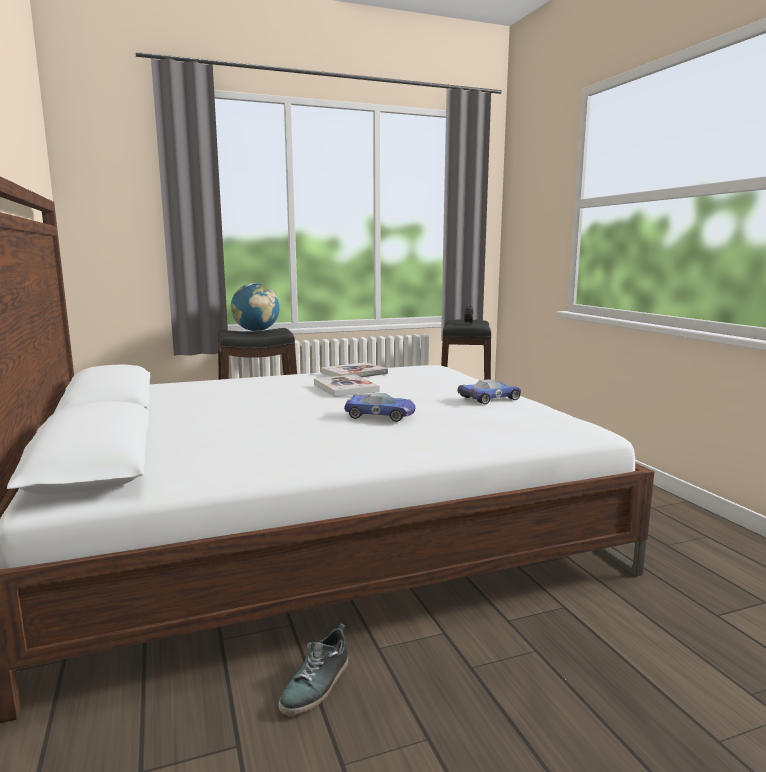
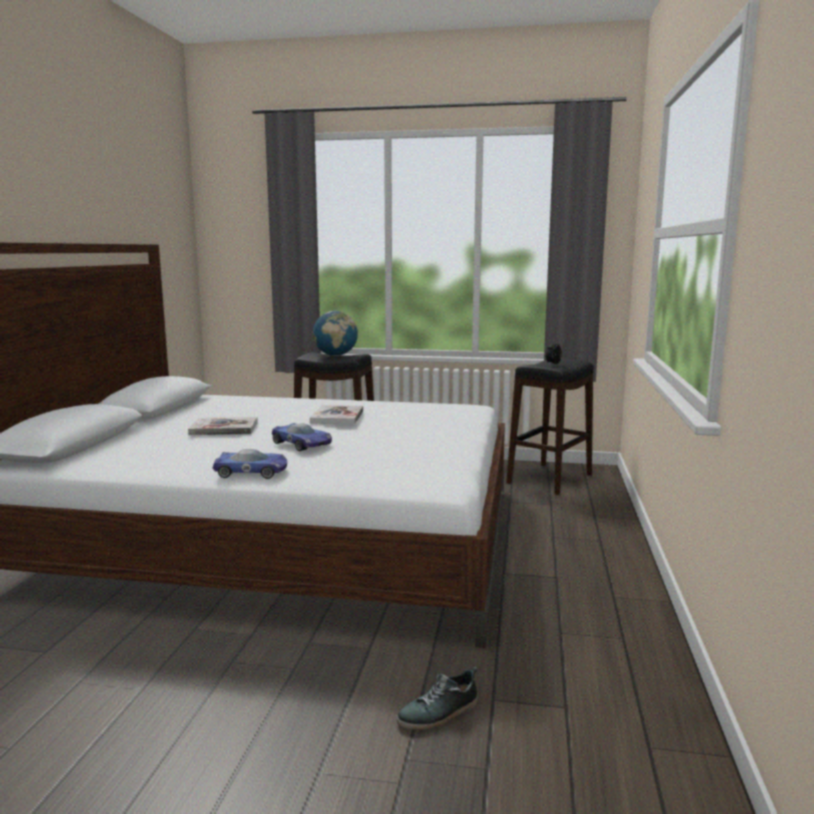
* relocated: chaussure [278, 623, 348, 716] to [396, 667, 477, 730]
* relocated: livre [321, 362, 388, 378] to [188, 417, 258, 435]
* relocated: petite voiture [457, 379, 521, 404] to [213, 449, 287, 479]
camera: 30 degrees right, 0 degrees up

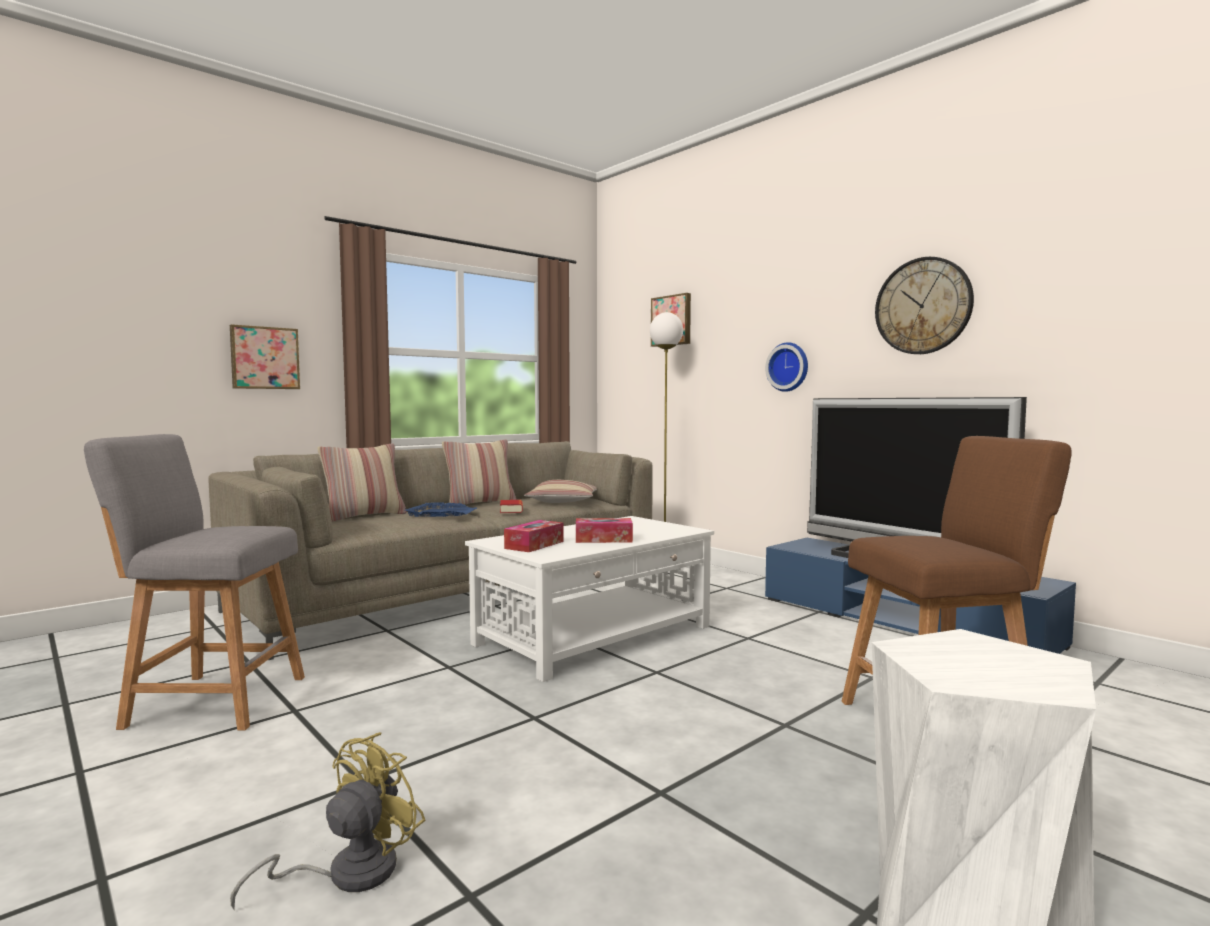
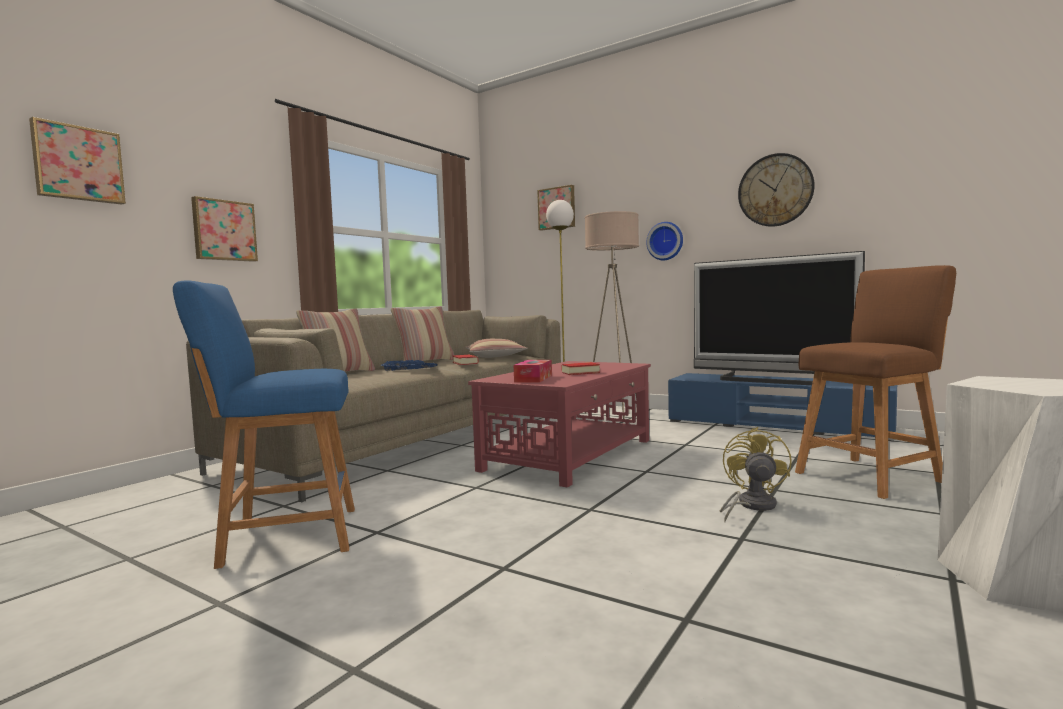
* appeared: tableau [29, 117, 126, 204]
* appeared: lampadaire (beige) [585, 211, 639, 419]
* relocated: ventilateur (jaune) [230, 732, 425, 911] to [720, 427, 792, 522]
* exchanged: boîte à mouchoirs [576, 518, 633, 543] to livre [562, 362, 600, 375]
* colour: tabouret (gris) [84, 434, 305, 731] to tabouret (bleu) [173, 280, 355, 569]
* colour: table basse (blanc) [465, 516, 714, 682] to table basse (rouge) [468, 361, 651, 488]
camera: 15 degrees left, 0 degrees up

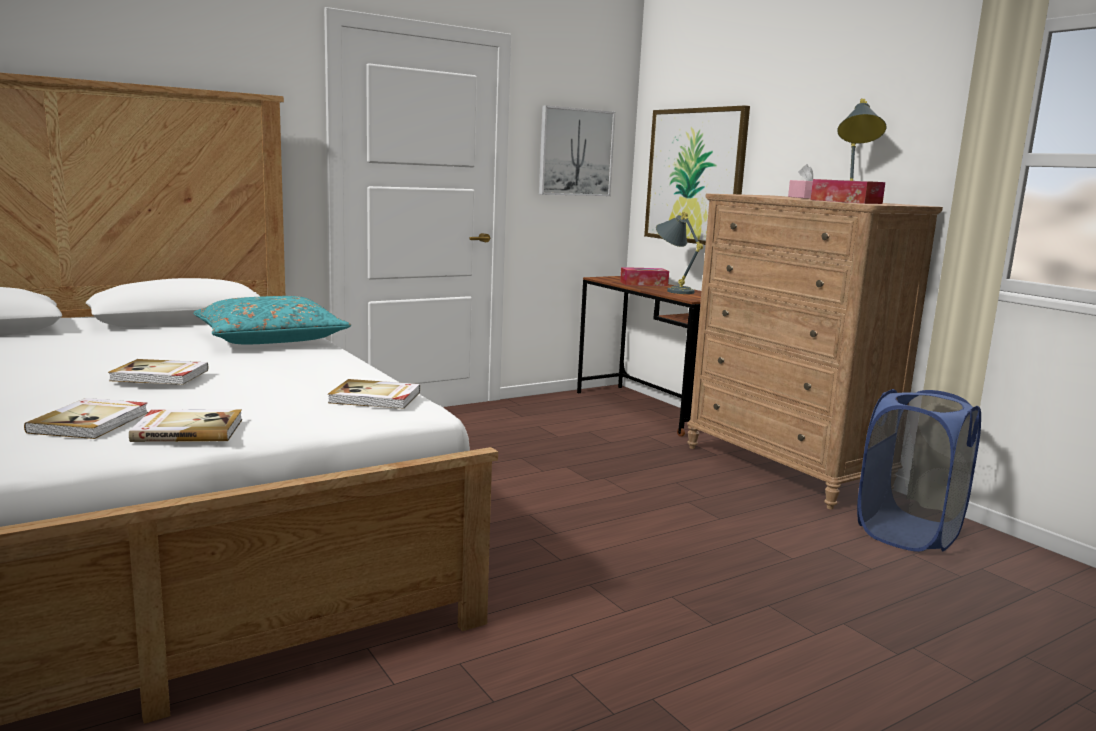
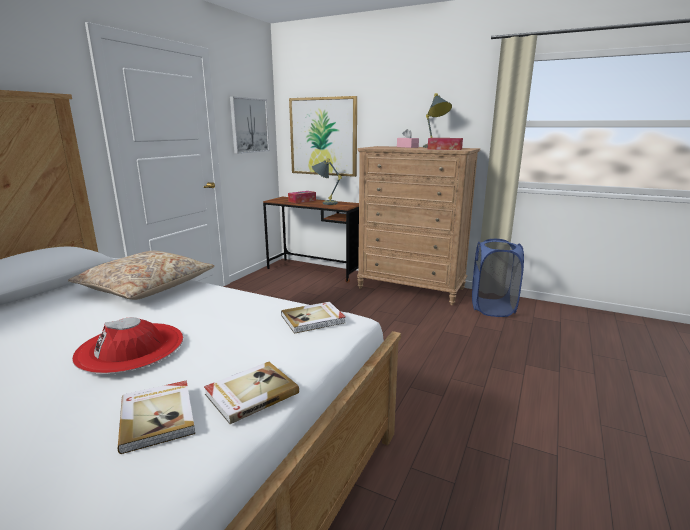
* exchanged: livre [108, 359, 208, 385] to chapeau (rouge) [72, 317, 183, 374]
* colour: coussin (turquoise) [193, 296, 351, 345] to coussin (beige) [68, 251, 214, 300]
camera: 30 degrees left, 5 degrees up

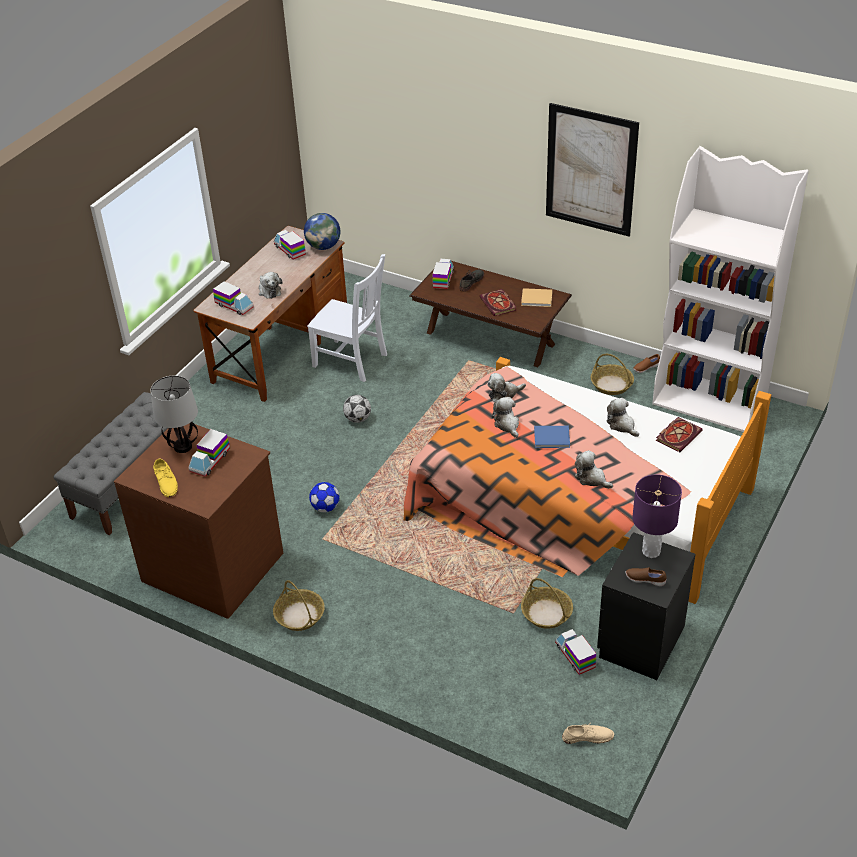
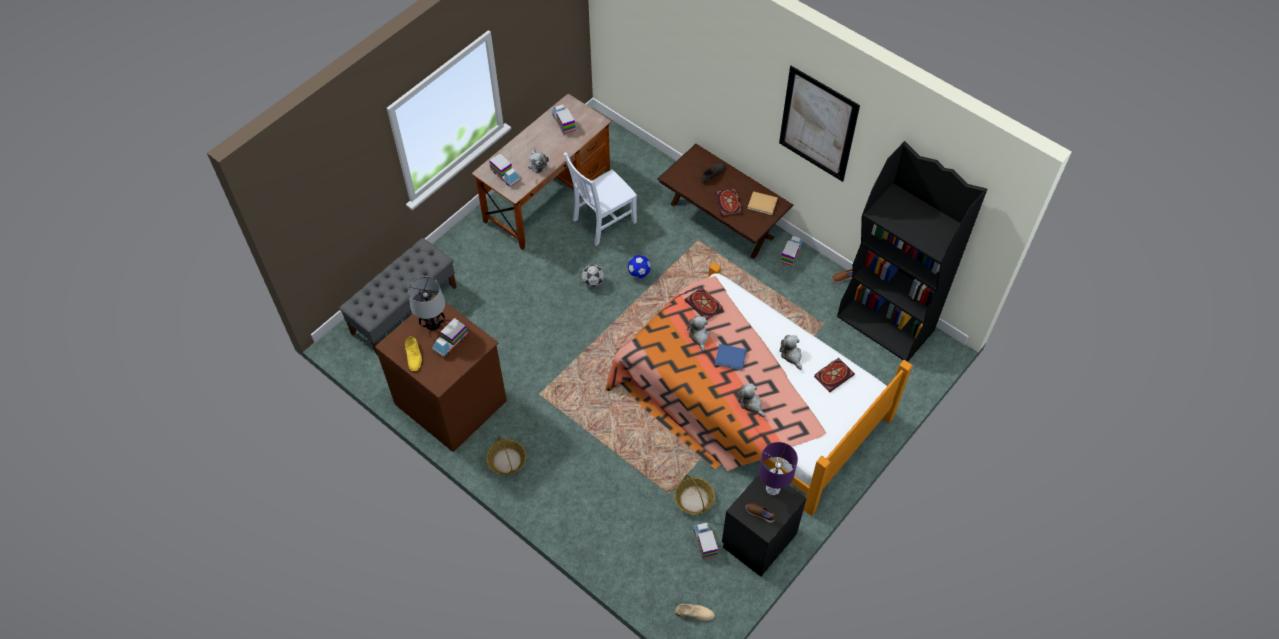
* missing: globe [304, 213, 341, 250]
* missing: panier [591, 354, 634, 395]
* relocated: ballon de foot [309, 482, 340, 512] to [628, 255, 651, 278]
* relocated: camion jouet [433, 259, 454, 289] to [781, 236, 803, 266]
* exchanged: peluche [487, 373, 526, 403] to livre [685, 287, 723, 320]
* colour: bibliothèque (blanc) [652, 146, 809, 432] to bibliothèque (noir) [837, 141, 987, 362]
* spun: chaise (blanc) [307, 254, 387, 382] = [564, 153, 637, 246] 105 degrees clockwise
camera: 10 degrees right, 15 degrees up

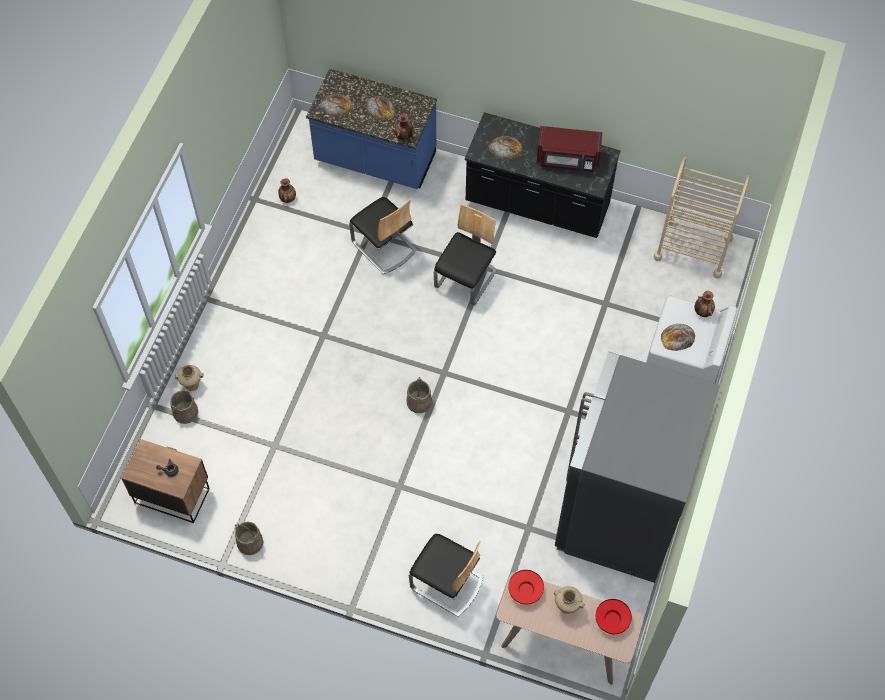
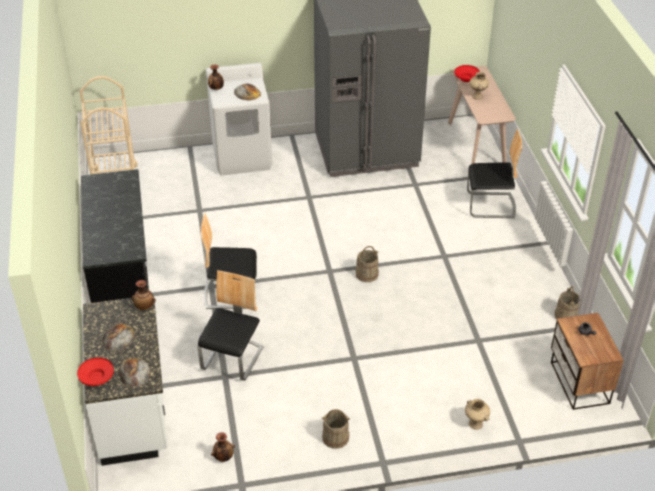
* missing: pain [489, 136, 522, 159]
* missing: micro-ondes (rouge) [537, 126, 602, 172]
* relocated: seau (beige) [170, 389, 198, 424] to [322, 409, 350, 449]
* relocated: bol (rouge) [508, 570, 544, 605] to [77, 357, 114, 386]
* colour: comptoir de cuisine (bleu) [306, 69, 437, 189] to comptoir de cuisine (blanc) [83, 295, 167, 466]
* spun: chaise [409, 534, 484, 617] = [467, 129, 522, 218] 90 degrees clockwise
camera: 120 degrees left, 20 degrees down

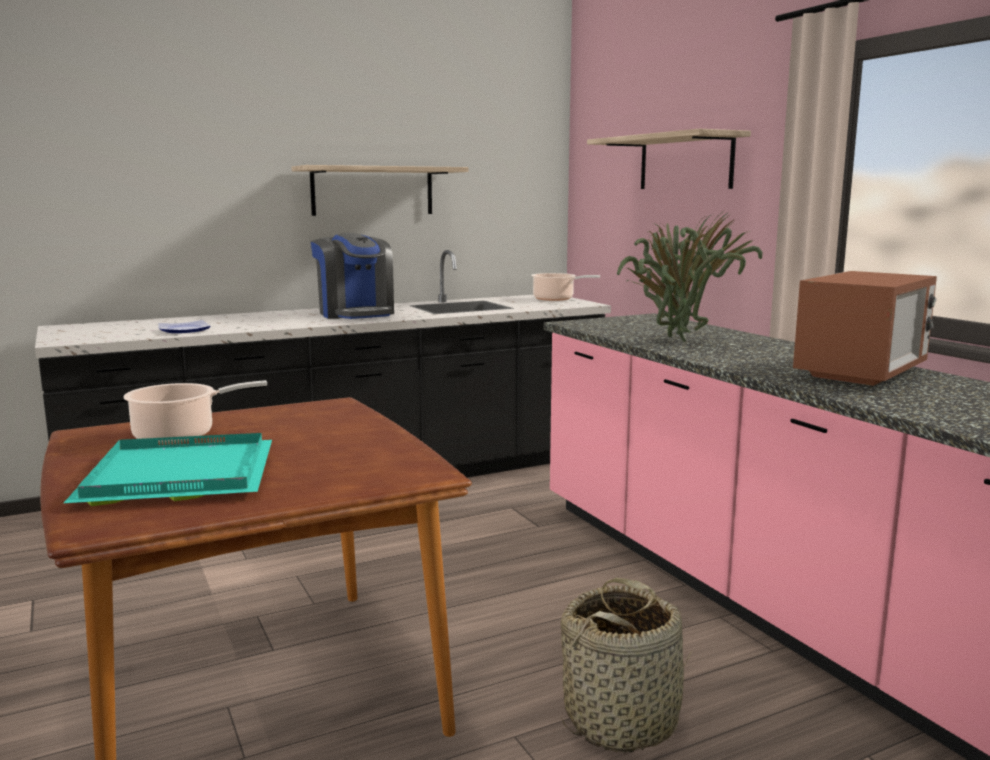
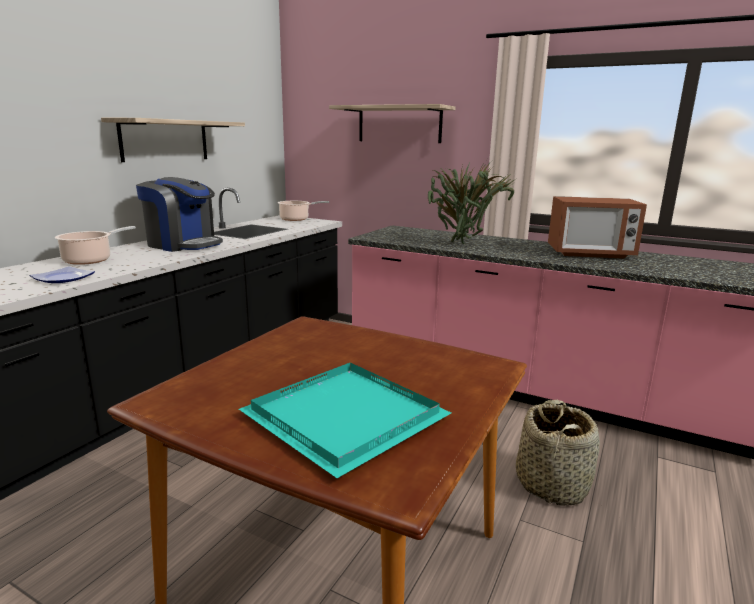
* relocated: marmite [123, 380, 267, 444] to [55, 226, 136, 265]
* spun: micro-ondes [793, 271, 937, 386] = [548, 196, 647, 259] 90 degrees clockwise
camera: 35 degrees left, 5 degrees up

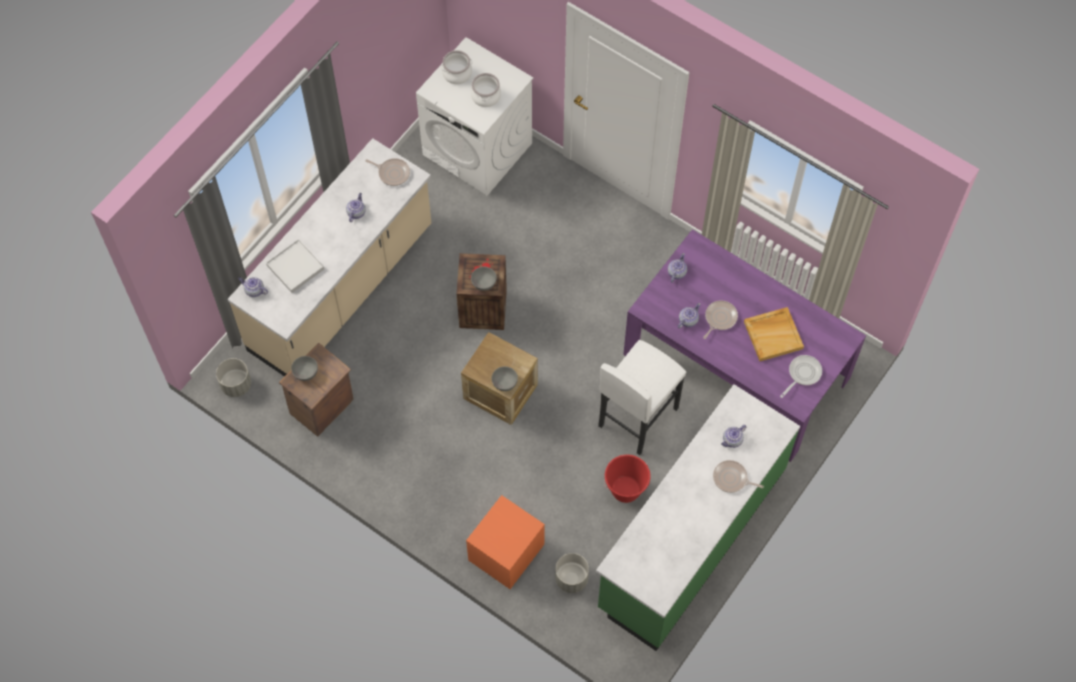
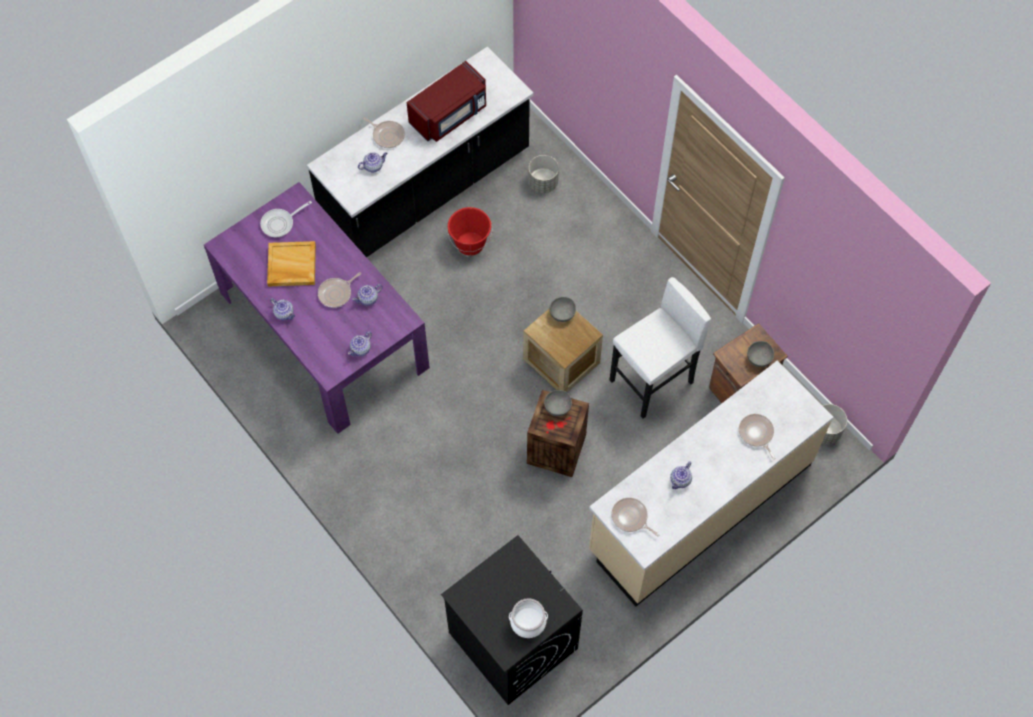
* missing: table de chevet (orange) [466, 495, 545, 589]
* missing: marmite [471, 73, 501, 107]
* appeared: micro-ondes (rouge) [407, 61, 486, 142]
* relocated: théière [238, 277, 268, 297] to [270, 298, 295, 320]
* relocated: tabouret (blanc) [598, 340, 686, 455] to [609, 277, 711, 419]
* exchanged: plateau (blanc) [266, 239, 324, 293] to poêle [739, 414, 776, 459]
* colour: lave-linge (blanc) [416, 37, 533, 196] to lave-linge (noir) [441, 535, 583, 705]
* colour: comptoir de cuisine (vert) [596, 384, 800, 651] to comptoir de cuisine (noir) [307, 47, 533, 257]
camera: 165 degrees left, 0 degrees up

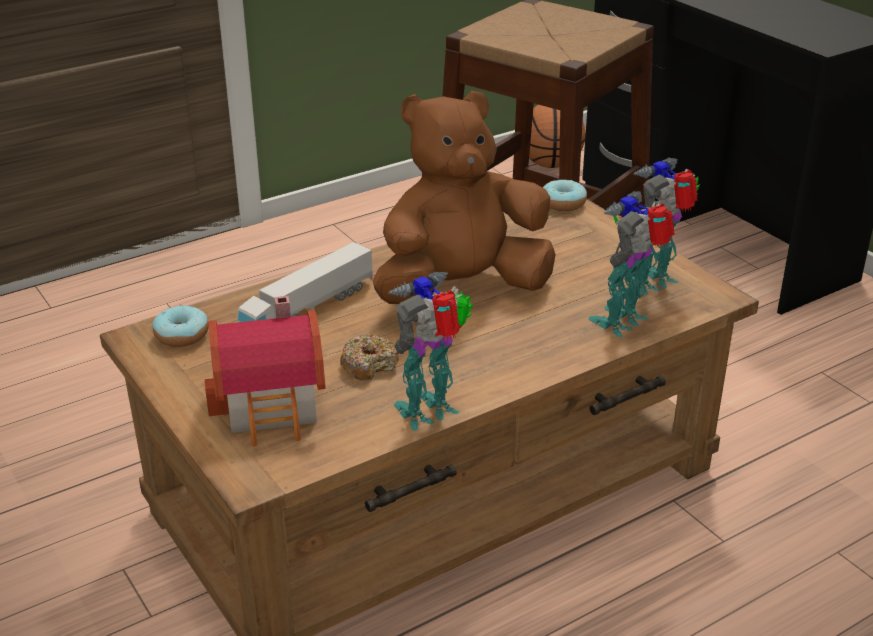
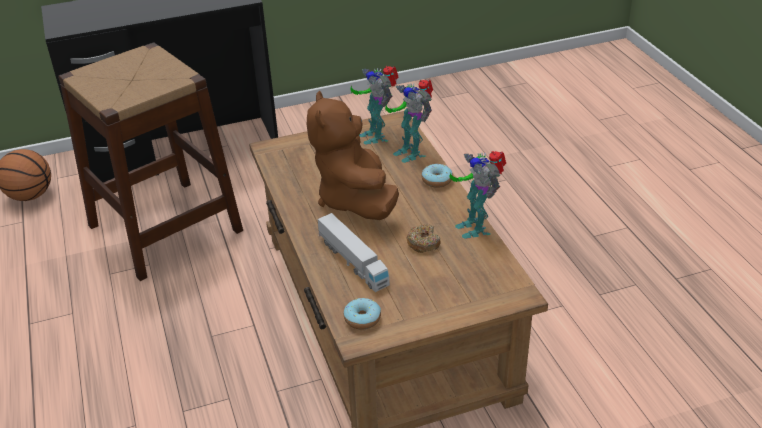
* missing: maison miniature [205, 296, 326, 447]
* relocated: beignet [543, 180, 587, 211] to [422, 164, 453, 188]
camera: 75 degrees left, 5 degrees up

